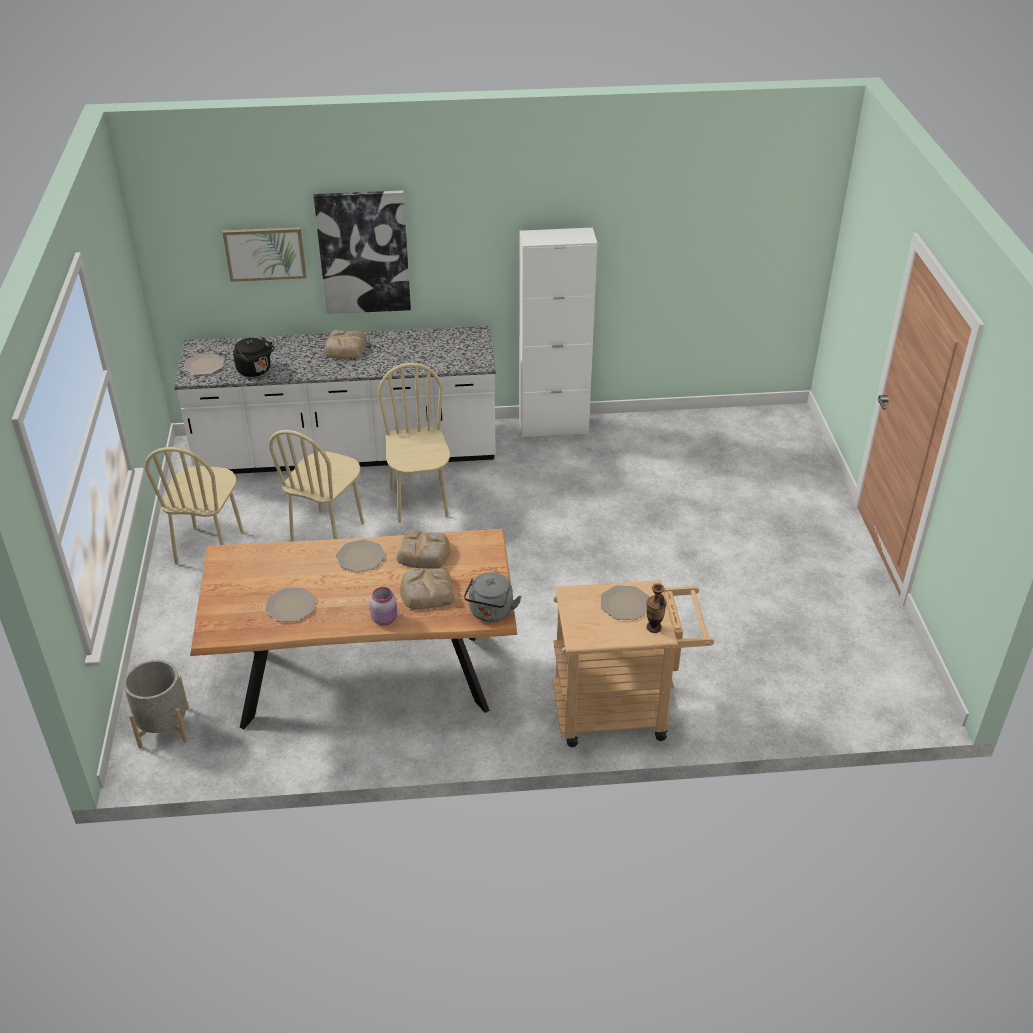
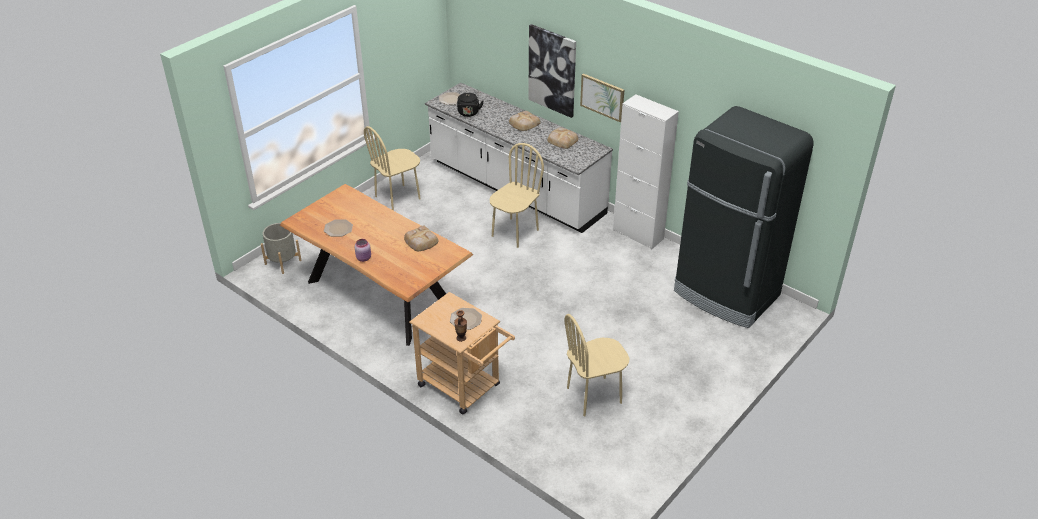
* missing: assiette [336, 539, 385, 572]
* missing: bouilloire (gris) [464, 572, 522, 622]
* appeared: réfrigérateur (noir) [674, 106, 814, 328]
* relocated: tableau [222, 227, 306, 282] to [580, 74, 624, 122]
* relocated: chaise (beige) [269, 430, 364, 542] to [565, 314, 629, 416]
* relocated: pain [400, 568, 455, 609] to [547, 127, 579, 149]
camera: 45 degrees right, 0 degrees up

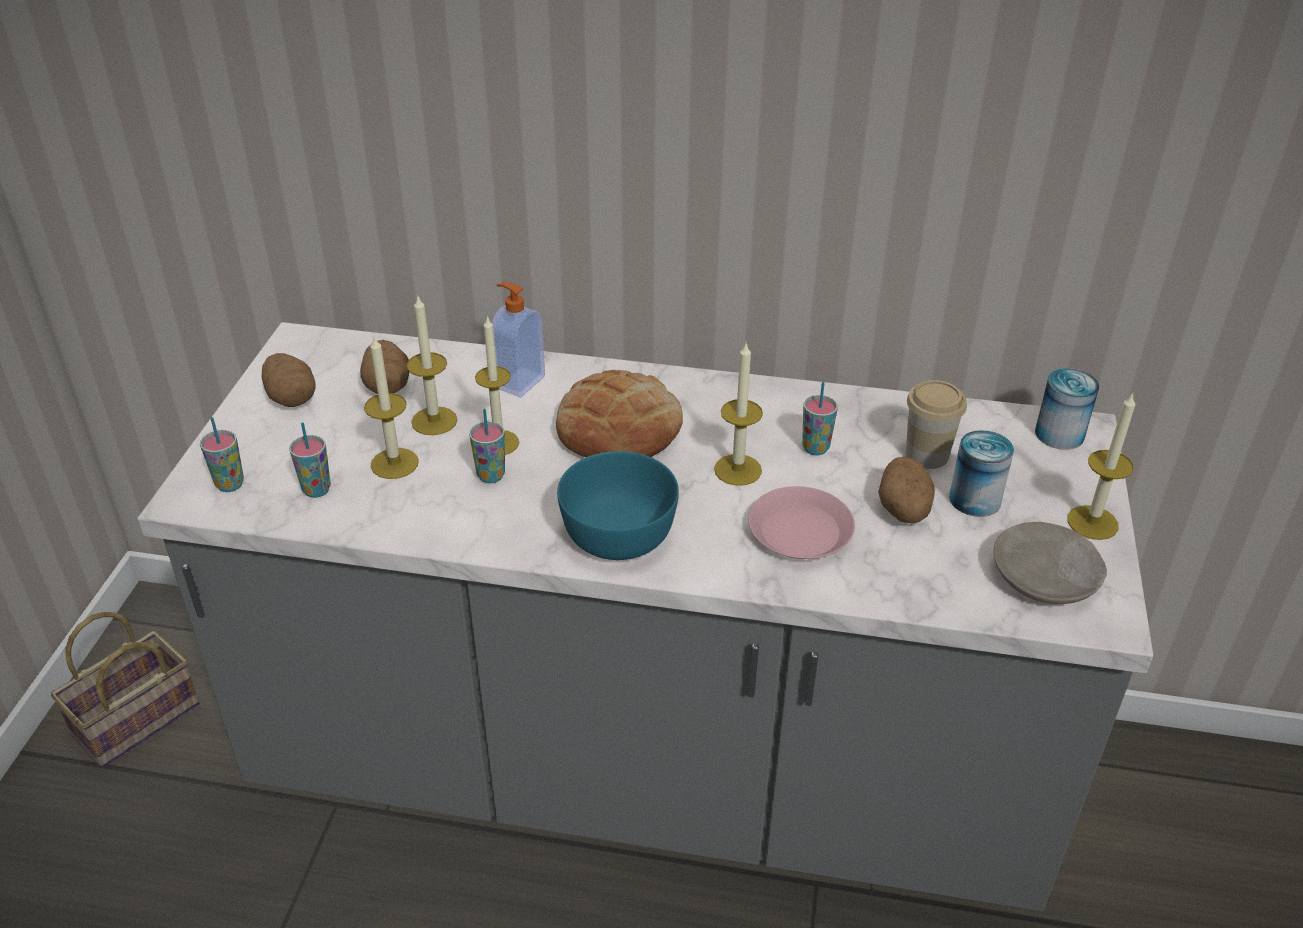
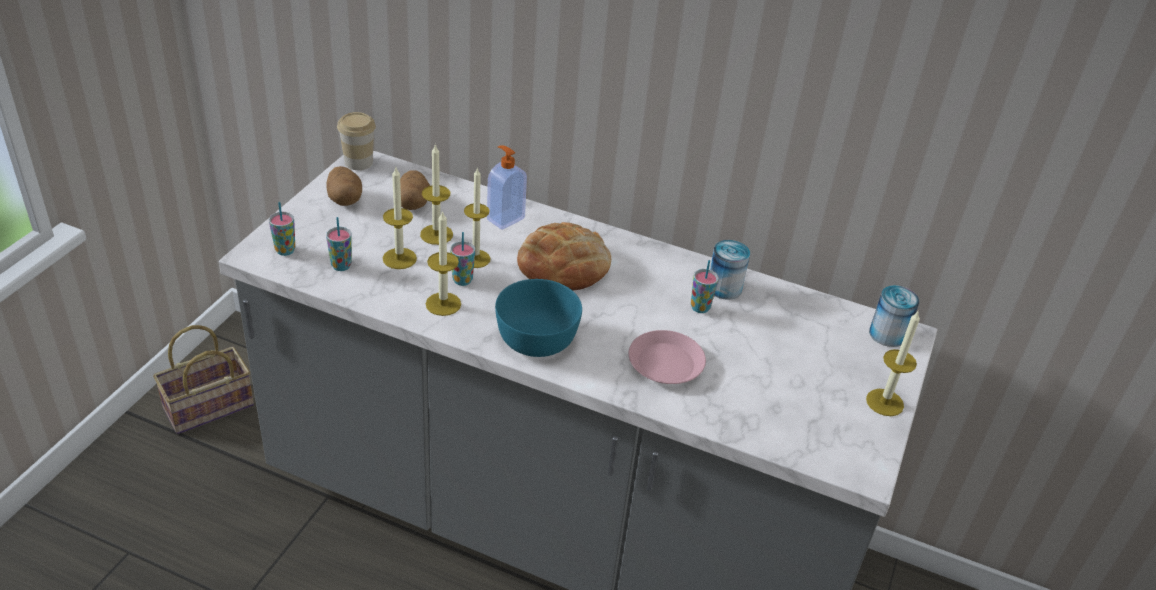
* missing: pomme de terre [878, 457, 935, 523]
* missing: assiette (beige) [993, 522, 1107, 604]
* relocated: bougie [714, 343, 763, 486] to [426, 210, 461, 316]
* relocated: tasse [906, 380, 967, 469] to [337, 112, 376, 170]
* relocated: boîte métallique [949, 430, 1014, 517] to [710, 240, 750, 300]
camera: 10 degrees right, 0 degrees up

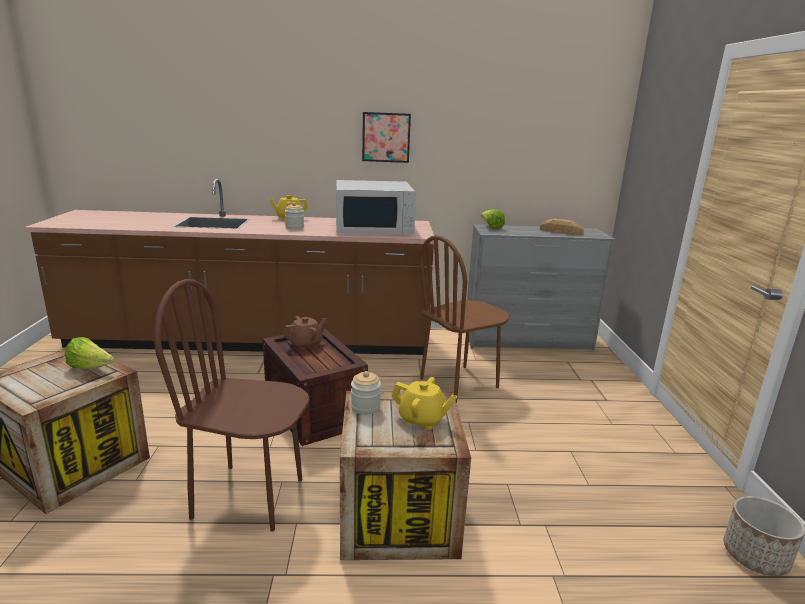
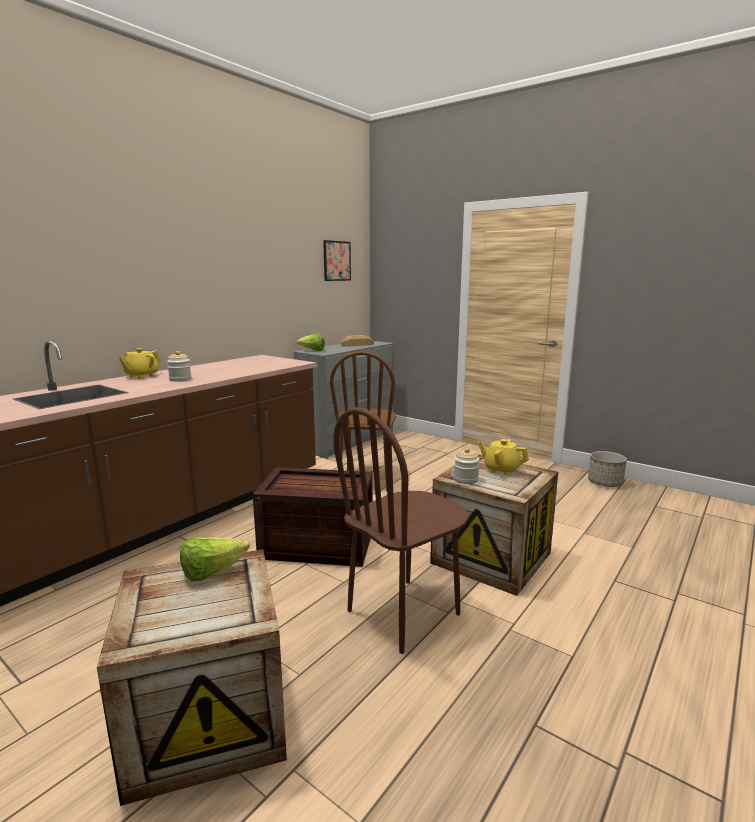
* missing: théière (marron) [283, 316, 327, 350]
* missing: micro-ondes (blanc) [336, 180, 416, 234]
* relocated: tableau [362, 112, 411, 163] to [323, 240, 351, 281]
* spun: théière (jaune) [391, 377, 457, 430] = [478, 439, 529, 476] 120 degrees counterclockwise
camera: 50 degrees left, 5 degrees down

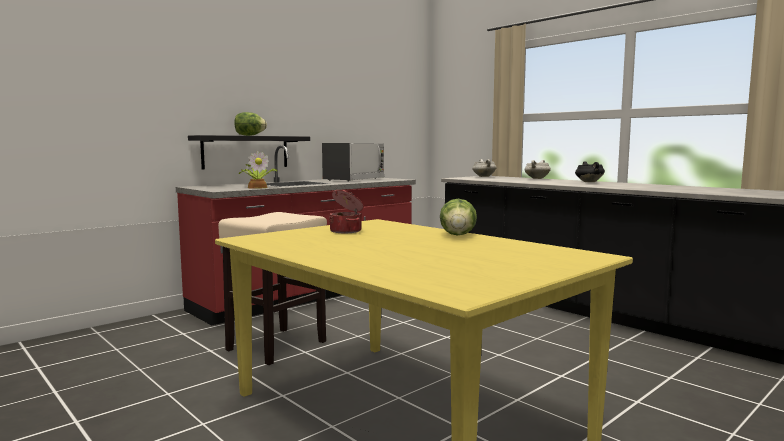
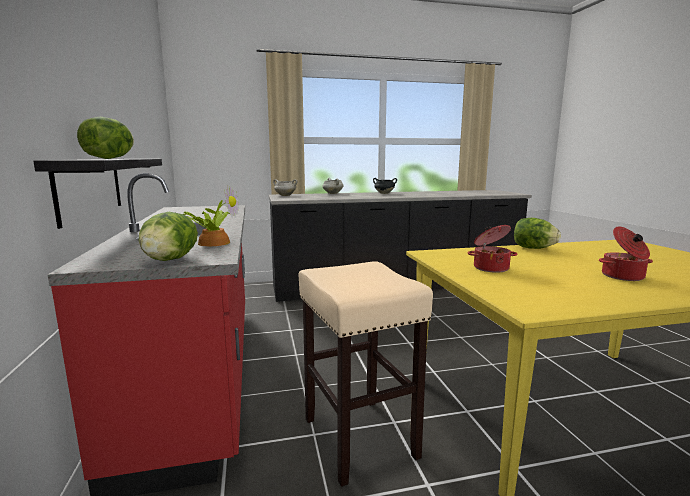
* missing: micro-ondes [322, 143, 384, 181]
* appeared: laitue [139, 212, 198, 261]
* appeared: marmite [599, 226, 653, 281]
camera: 60 degrees left, 5 degrees up

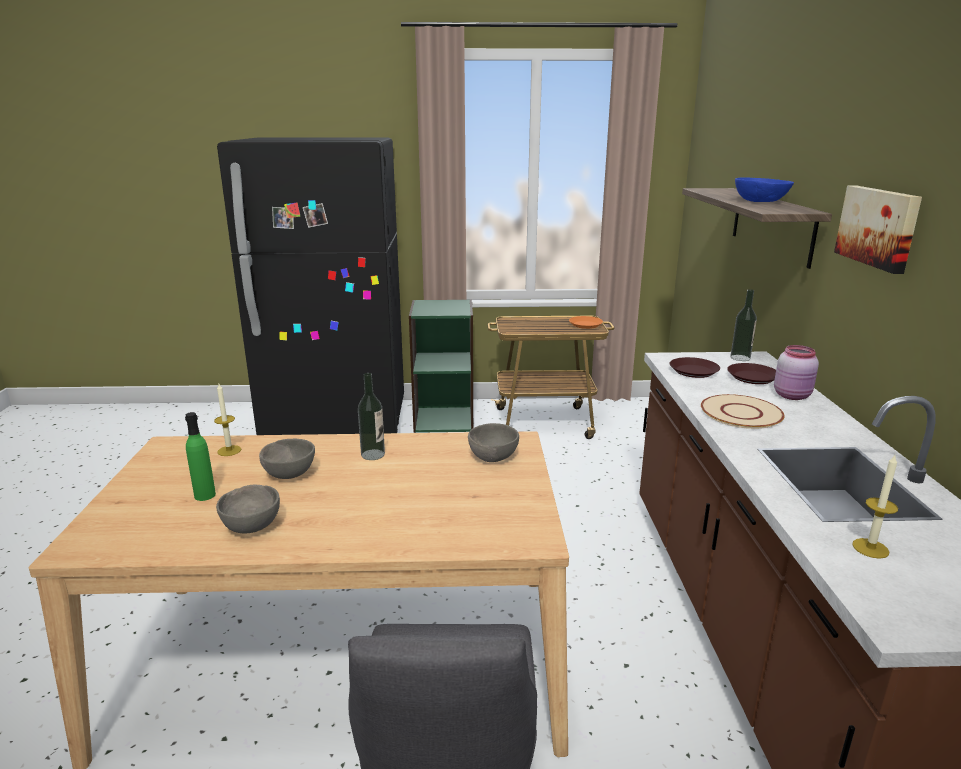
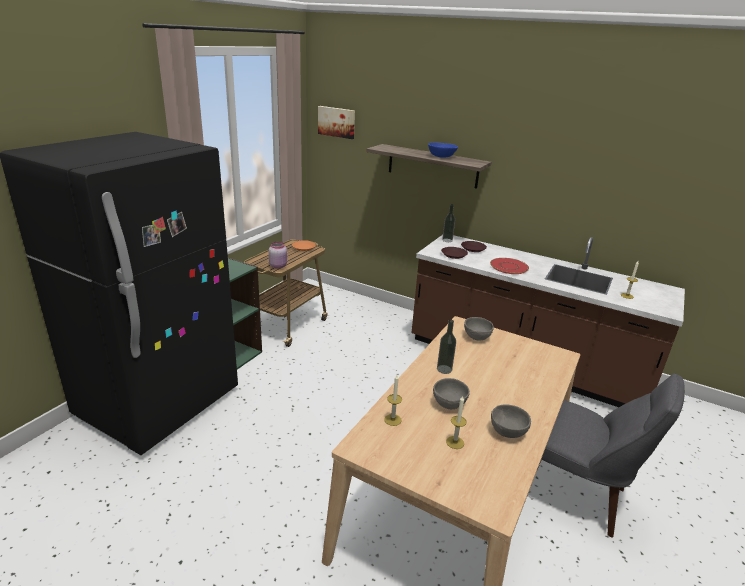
* relocated: bocal (rose) [774, 345, 819, 400] to [269, 242, 287, 269]
* relocated: tableau [834, 185, 922, 274] to [318, 106, 355, 139]
* exchanged: bouteille (vert) [185, 412, 216, 501] to bougie [446, 396, 467, 449]
* colour: assiette (beige) [701, 394, 784, 429] to assiette (rouge) [490, 258, 529, 274]
camera: 60 degrees left, 5 degrees up

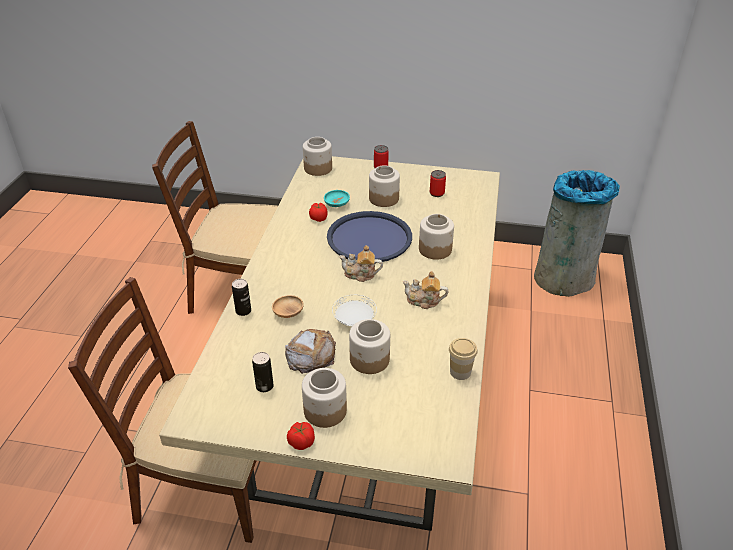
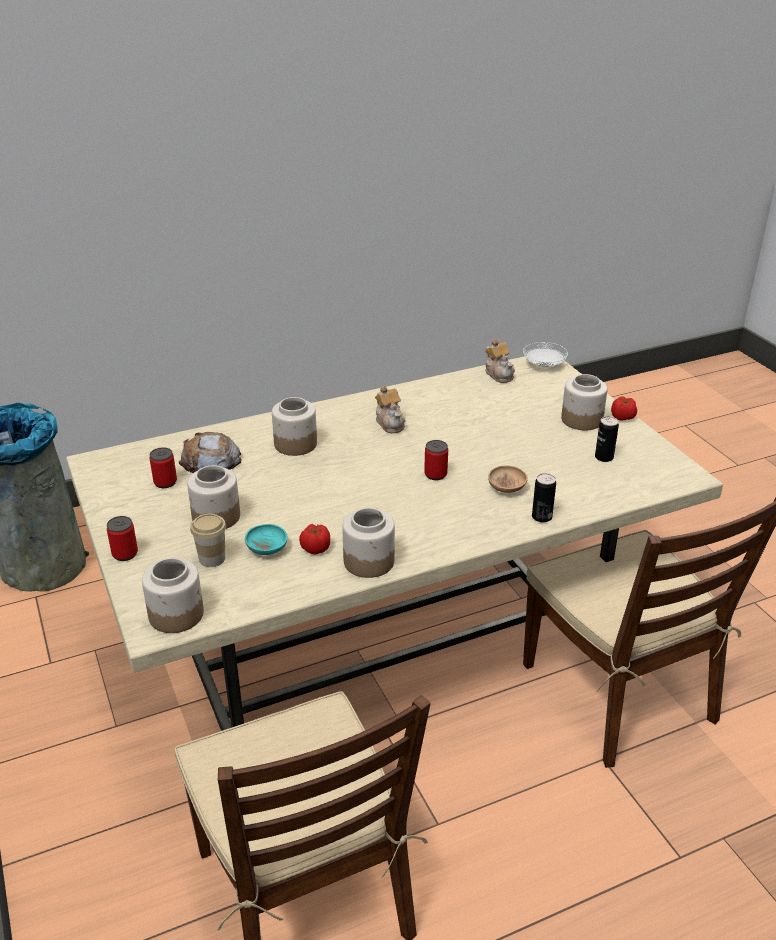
* missing: plateau (bleu) [327, 211, 412, 262]
* appeared: boîte métallique [424, 440, 448, 480]
* relocated: pain [285, 329, 336, 374] to [179, 432, 241, 473]
* relocated: assiette (blanc) [332, 295, 377, 326] to [523, 342, 568, 367]
* relocated: théière [339, 245, 383, 282] to [485, 339, 515, 383]
* relocated: bocal [349, 319, 390, 374] to [342, 508, 395, 578]
* relocated: tasse [449, 338, 478, 380] to [190, 514, 226, 567]
camera: 125 degrees left, 5 degrees down

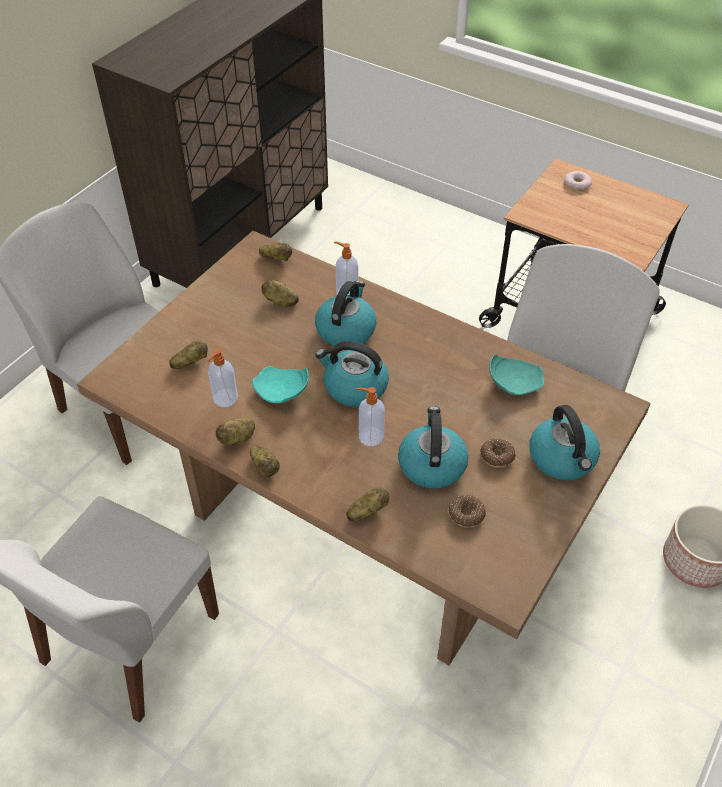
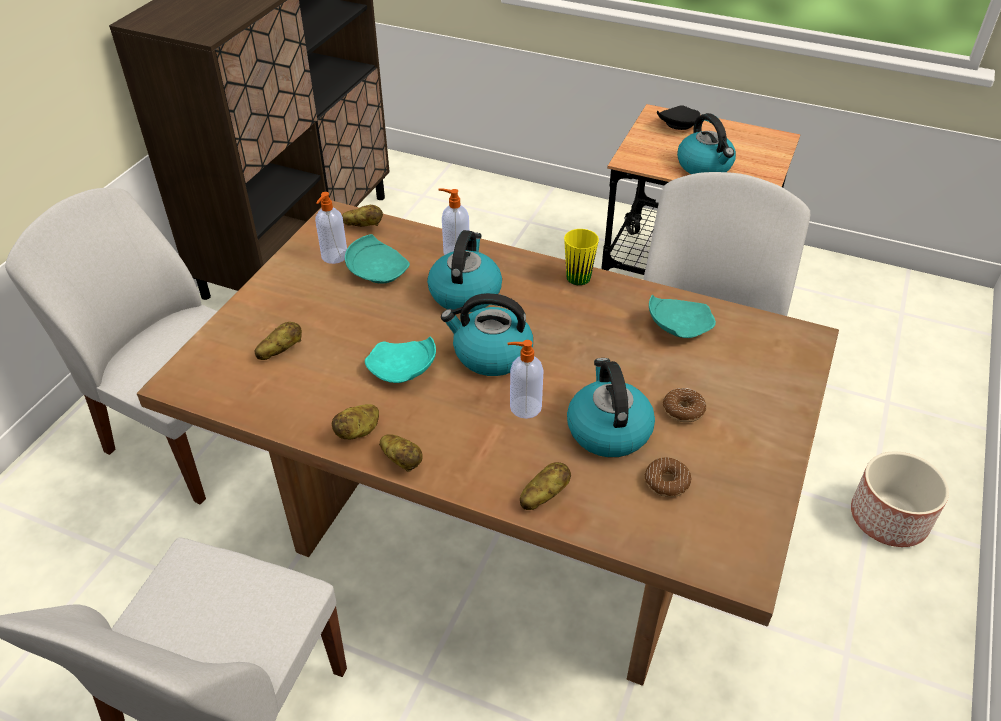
* appeared: mug (jaune) [564, 229, 599, 285]
* relocated: distributeur de savon [208, 349, 238, 407] to [315, 192, 347, 264]
* relocated: bouilloire [529, 405, 600, 480] to [677, 113, 736, 174]
* exchanged: pomme de terre [261, 279, 299, 307] to assiette (turquoise) [345, 234, 410, 284]
* exchanged: beignet [564, 171, 592, 190] to assiette (noir) [657, 105, 700, 130]
camera: 10 degrees left, 5 degrees down

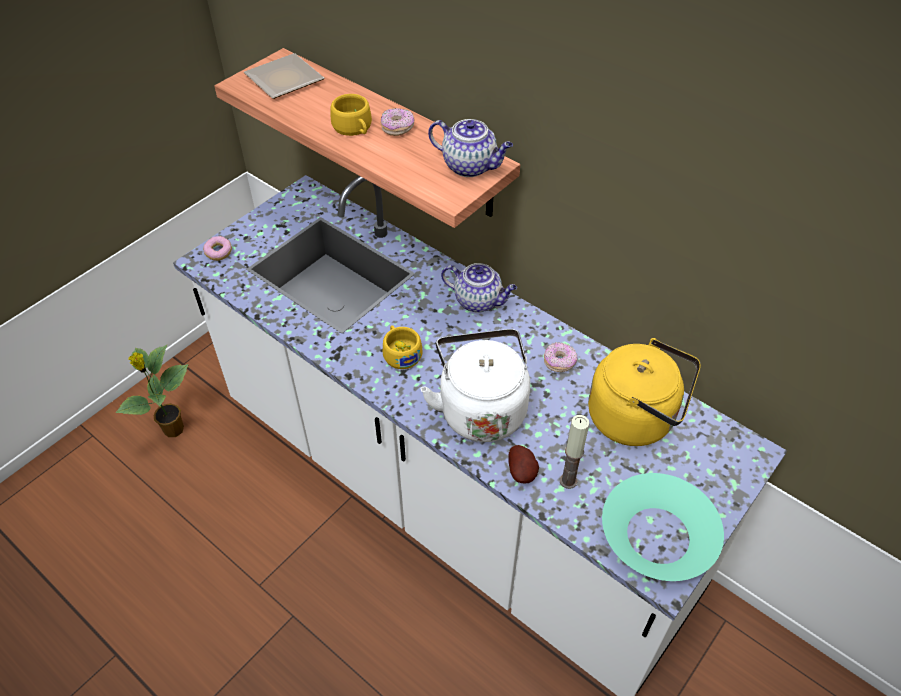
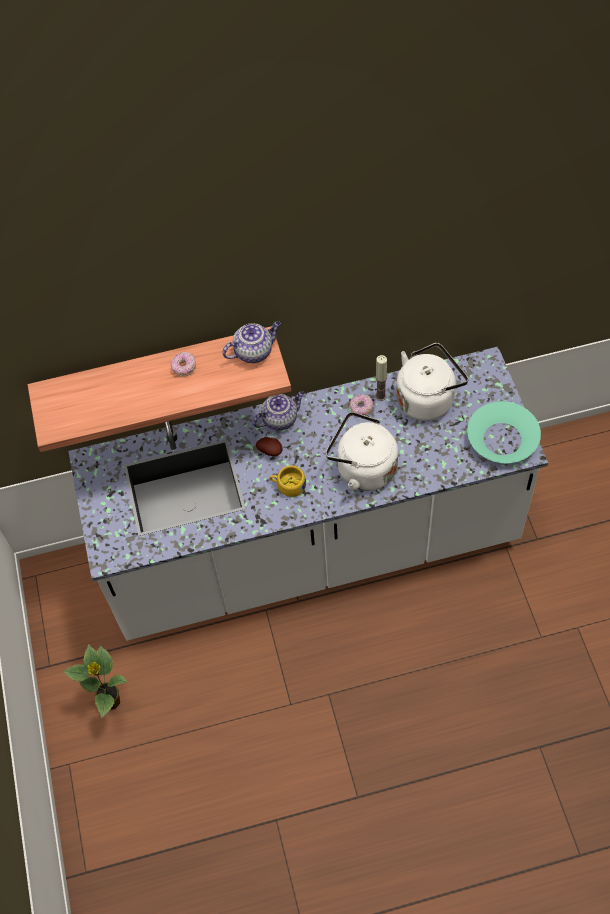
* missing: beignet [203, 236, 232, 261]
* missing: assiette [244, 53, 324, 99]
* missing: tasse (jaune) [330, 94, 372, 136]
* relocated: pomme de terre [508, 445, 539, 484] to [256, 437, 283, 457]
* relocated: bougie [560, 415, 590, 489] to [375, 355, 387, 401]
* colour: bouilloire (jaune) [588, 338, 701, 446] to bouilloire (blanc) [396, 343, 468, 421]
camera: 50 degrees left, 10 degrees up

